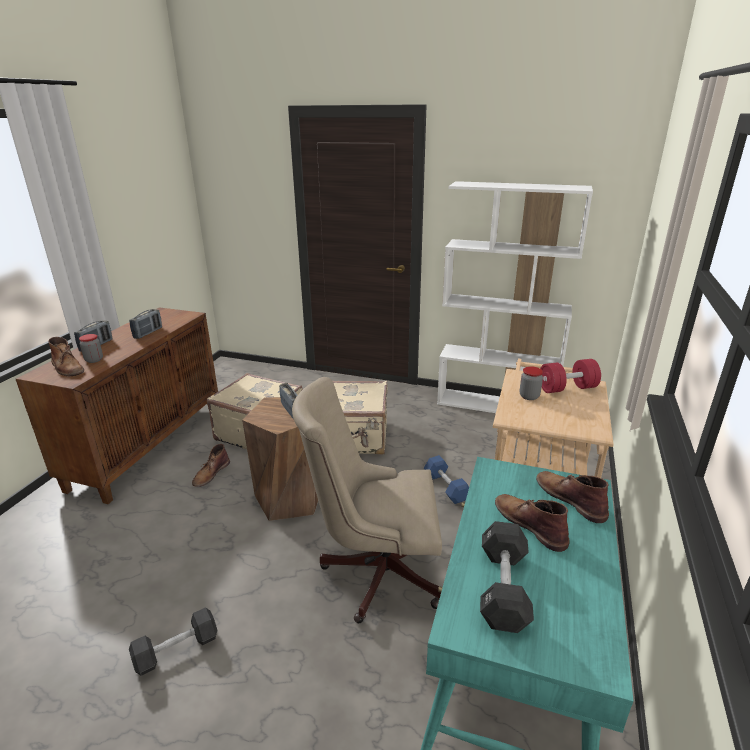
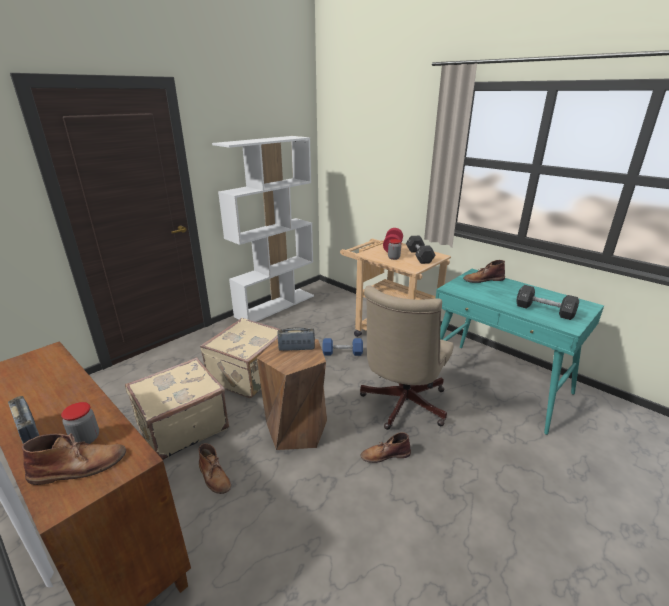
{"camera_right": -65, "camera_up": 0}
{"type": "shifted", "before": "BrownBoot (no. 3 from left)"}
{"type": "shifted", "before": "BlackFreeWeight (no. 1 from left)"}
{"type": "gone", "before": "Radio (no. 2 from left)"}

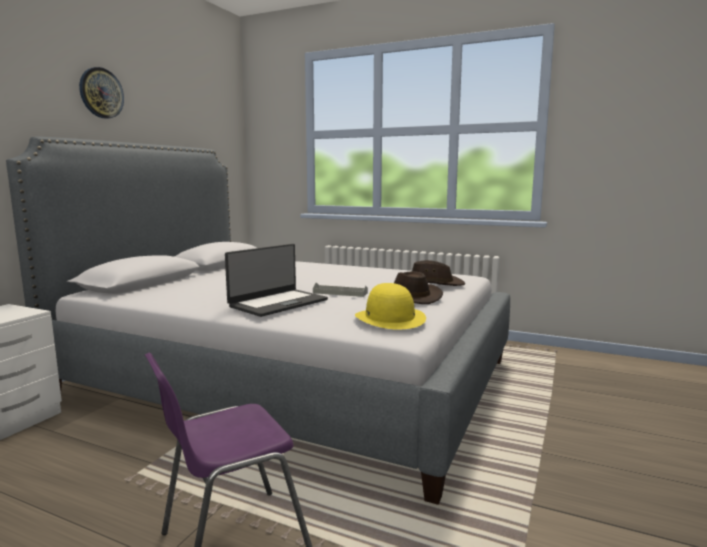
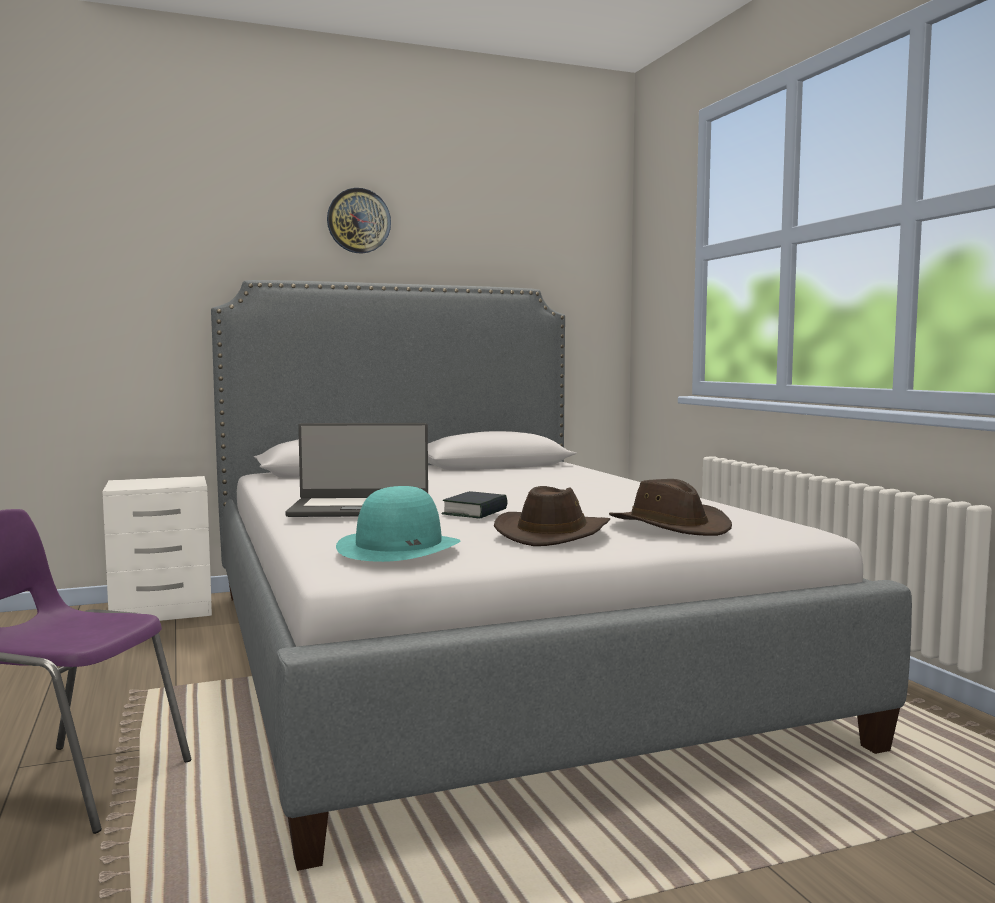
{"camera_right": 45, "camera_up": -5}
{"type": "repainted", "before": "YellowishWearableHat", "after": "TurquoiseWearableHat"}
{"type": "swapped", "before": "GrayCarryingTray", "after": "BoundBook"}

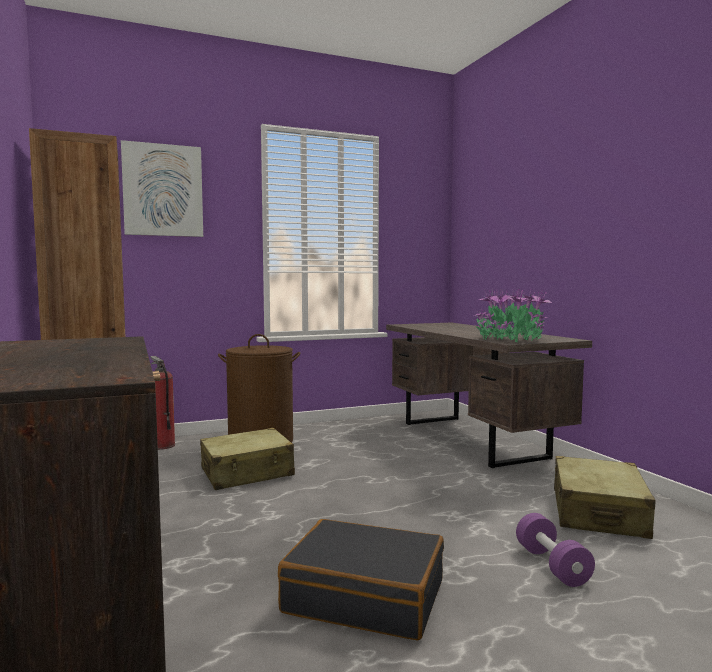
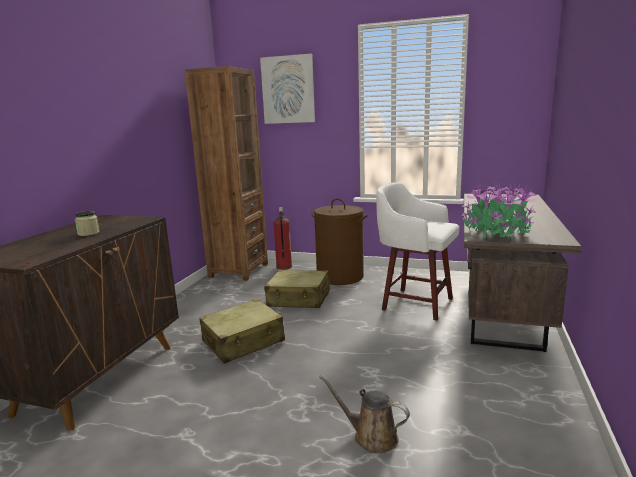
{"camera_right": 40, "camera_up": 10}
{"type": "new", "after": "PreserveJar"}
{"type": "shifted", "before": "BeigeSuitcase (no. 2 from left in the first image)", "after": "BeigeSuitcase (no. 1 from left)"}
{"type": "swapped", "before": "PurplishFreeWeight", "after": "BrownSprinklingCan"}
{"type": "new", "after": "WhiteColouredStool"}
{"type": "gone", "before": "BlackSuitcase"}

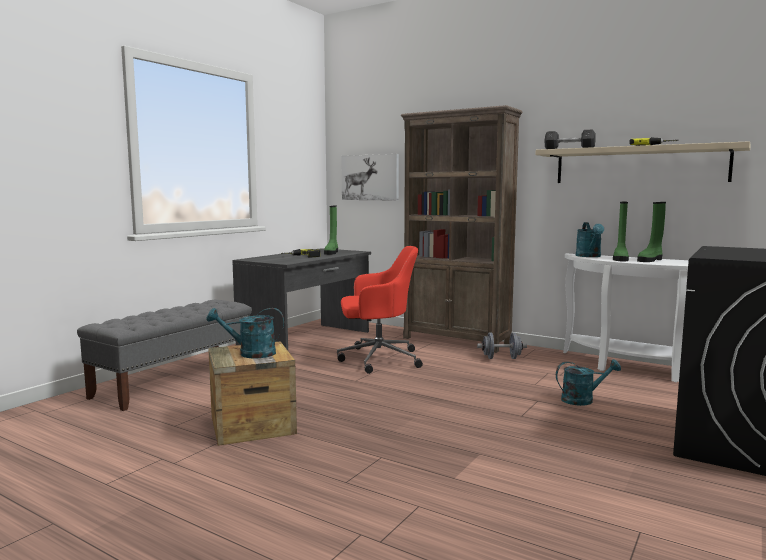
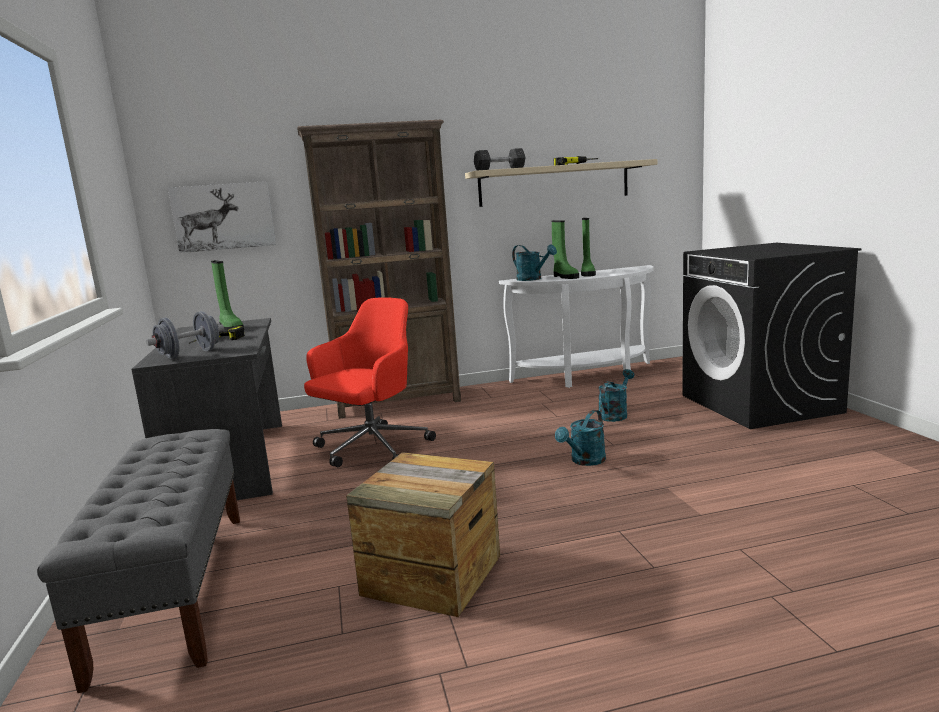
{"camera_right": -45, "camera_up": 5}
{"type": "shifted", "before": "GrayFreeWeight (no. 1 from left)"}
{"type": "shifted", "before": "TurquoiseSprinklingCan (no. 1 from left in the first image)", "after": "TurquoiseSprinklingCan (no. 2 from left)"}

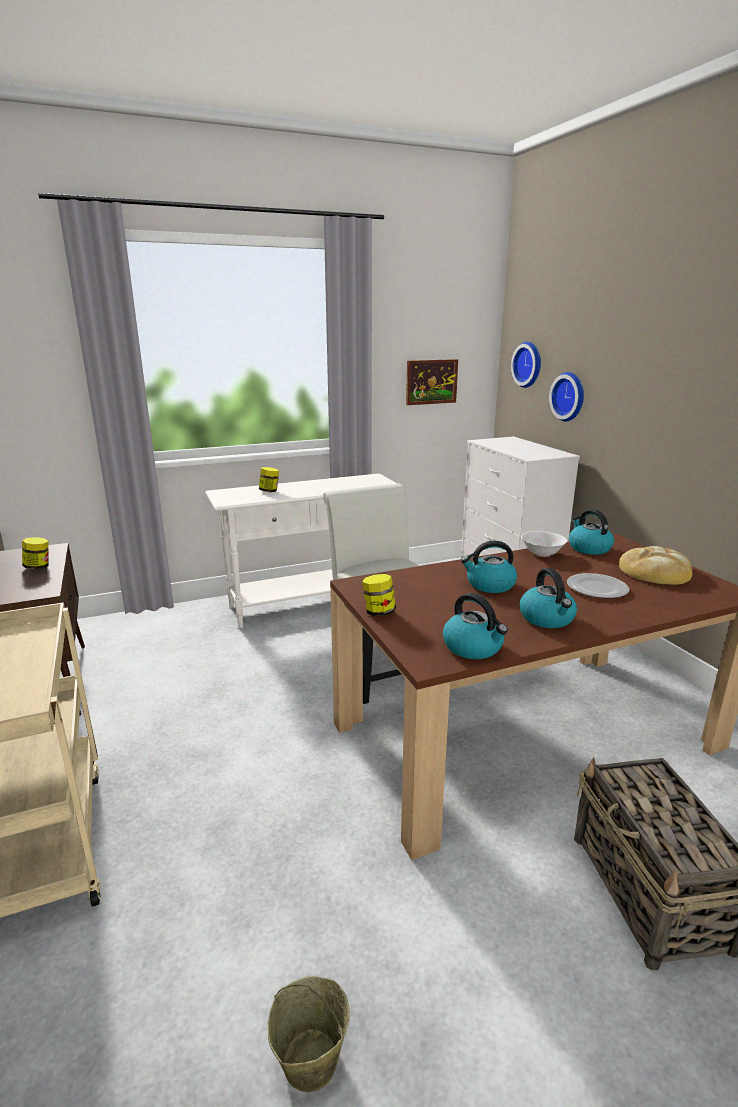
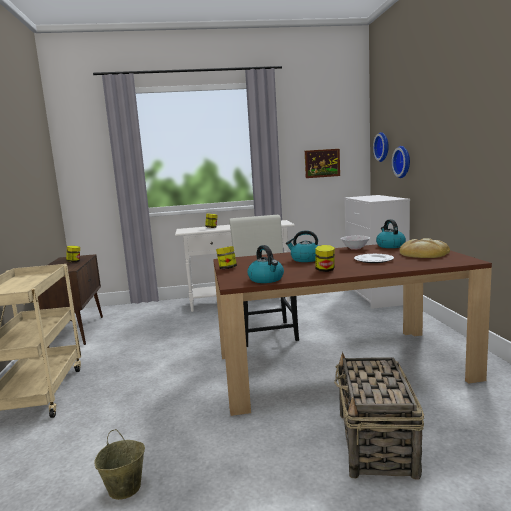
{"camera_right": 15, "camera_up": -10}
{"type": "swapped", "before": "TeaKettle (no. 3 from left)", "after": "PreserveJar (no. 4 from left)"}

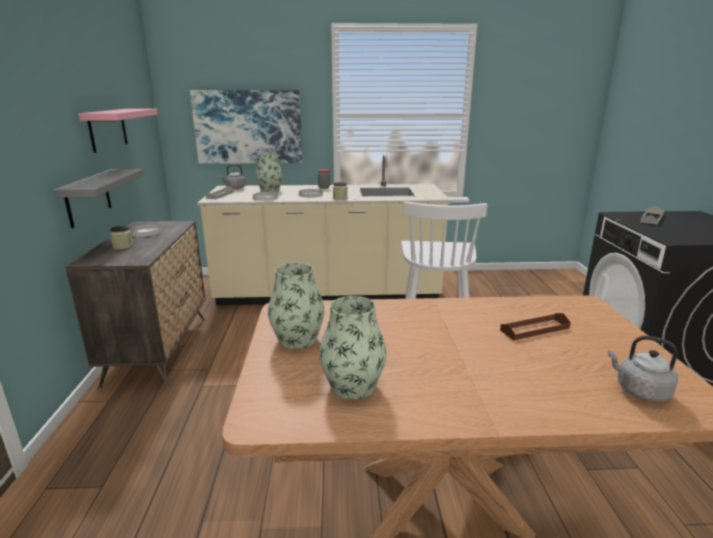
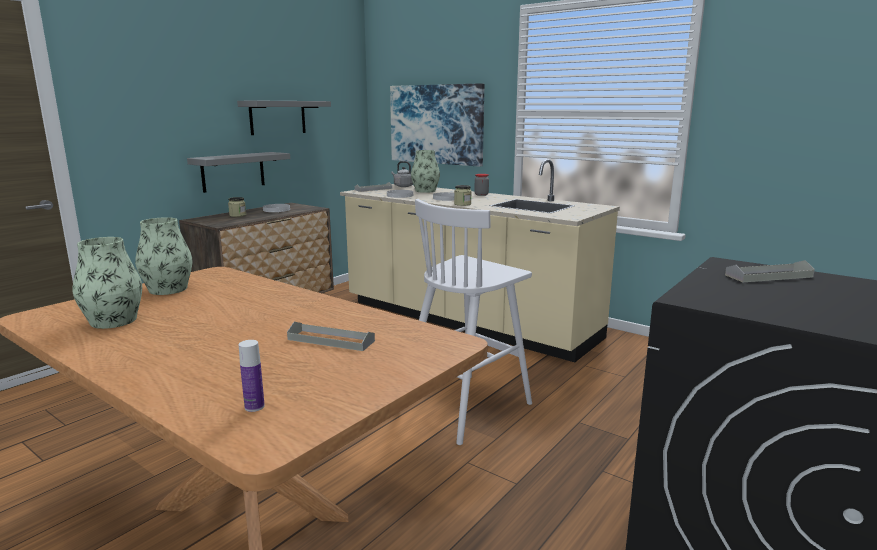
{"camera_right": 40, "camera_up": -5}
{"type": "repainted", "before": "PinkColouredWallShelf", "after": "GrayWallShelf (no. 2 from left)"}
{"type": "swapped", "before": "GrayTeaKettle (no. 2 from left)", "after": "BeverageBottle"}
{"type": "repainted", "before": "BrownCarryingTray", "after": "GrayCarryingTray (no. 1 from left)"}

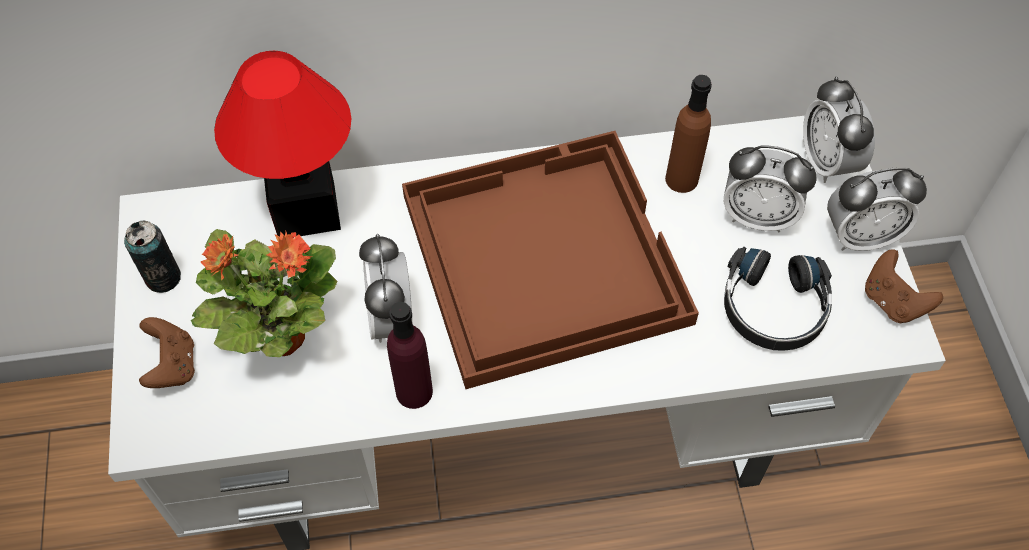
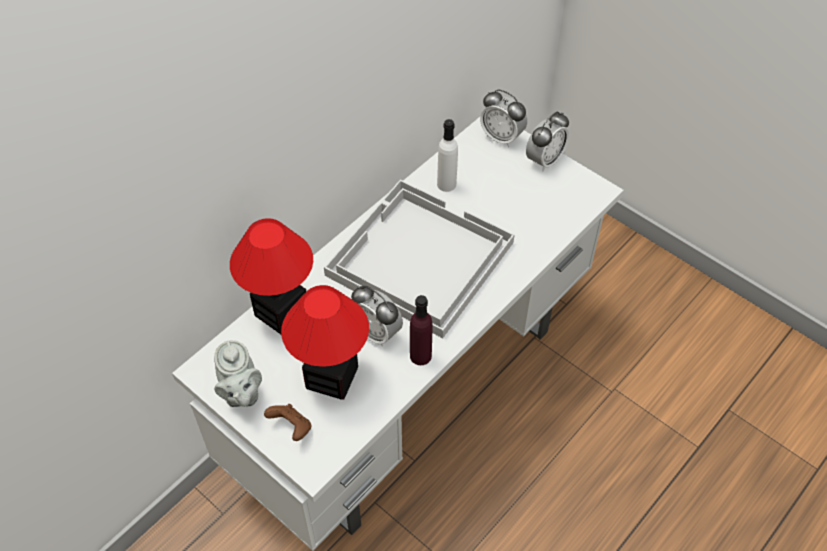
{"camera_right": -40, "camera_up": -5}
{"type": "swapped", "before": "MetalCan", "after": "GrayTeapot"}
{"type": "swapped", "before": "Houseplant", "after": "TableLamp (no. 2 from left)"}
{"type": "repainted", "before": "BrownCarryingTray", "after": "WhiteColouredCarryingTray"}
{"type": "repainted", "before": "BrownBeverageBottle", "after": "WhiteColouredBeverageBottle"}
{"type": "gone", "before": "TableClock (no. 2 from left)"}
{"type": "gone", "before": "BlackHeadset"}
{"type": "gone", "before": "BrownGameController (no. 2 from left)"}

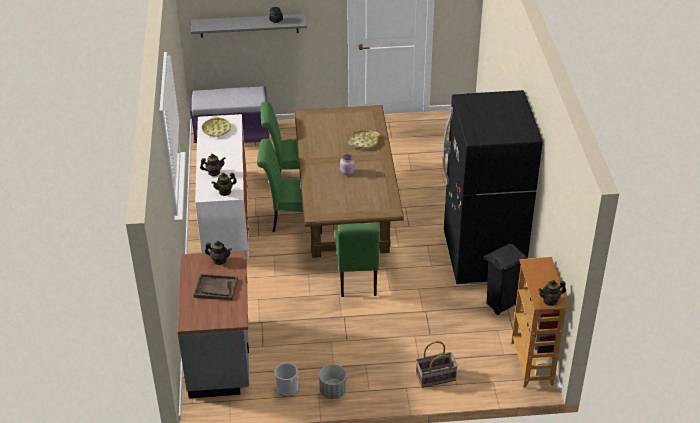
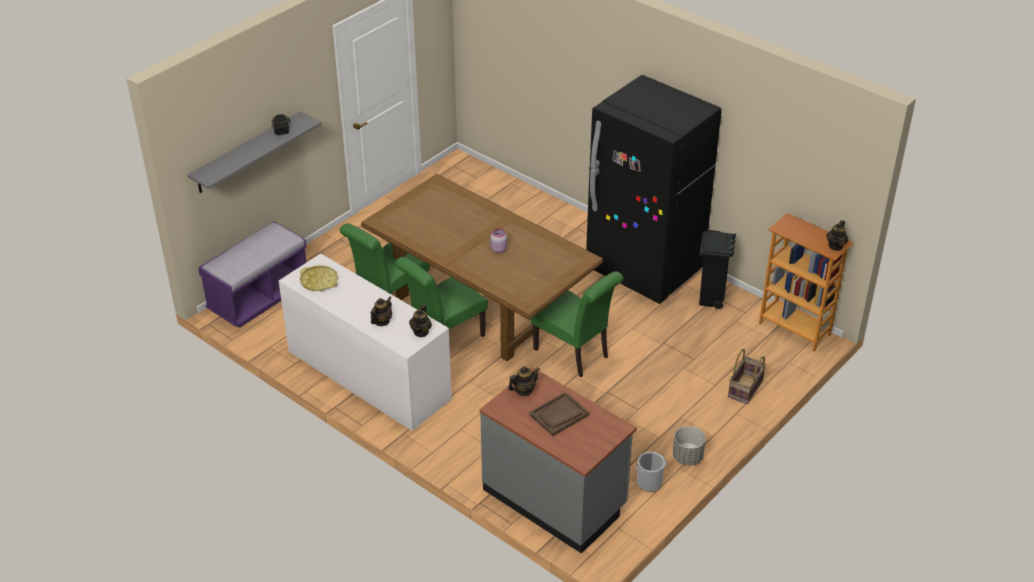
{"camera_right": -45, "camera_up": 0}
{"type": "gone", "before": "YellowishCarryingTray (no. 2 from left)"}

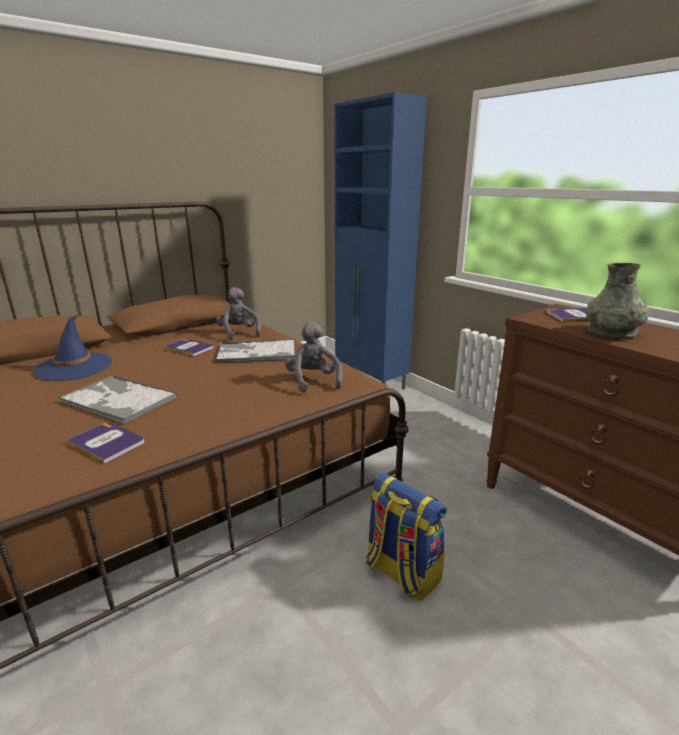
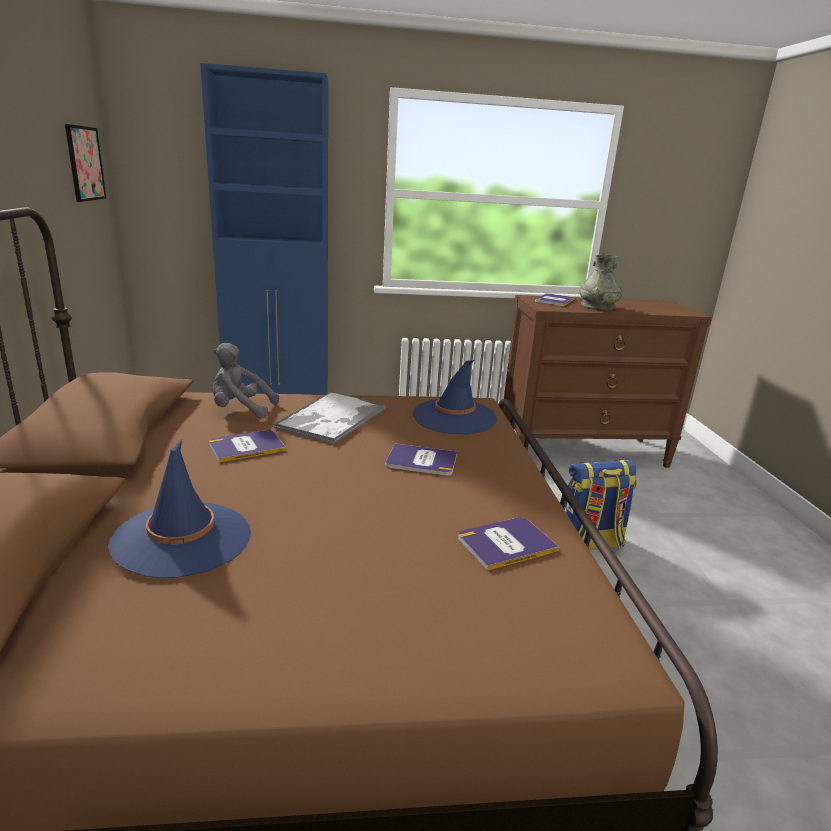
{"camera_right": -60, "camera_up": 0}
{"type": "new", "after": "WallArt"}
{"type": "new", "after": "BoundBook (no. 2 from left)"}
{"type": "swapped", "before": "GraySoftToy (no. 2 from left)", "after": "BlueWearableHat (no. 2 from left)"}
{"type": "gone", "before": "CarryingTray (no. 1 from left)"}

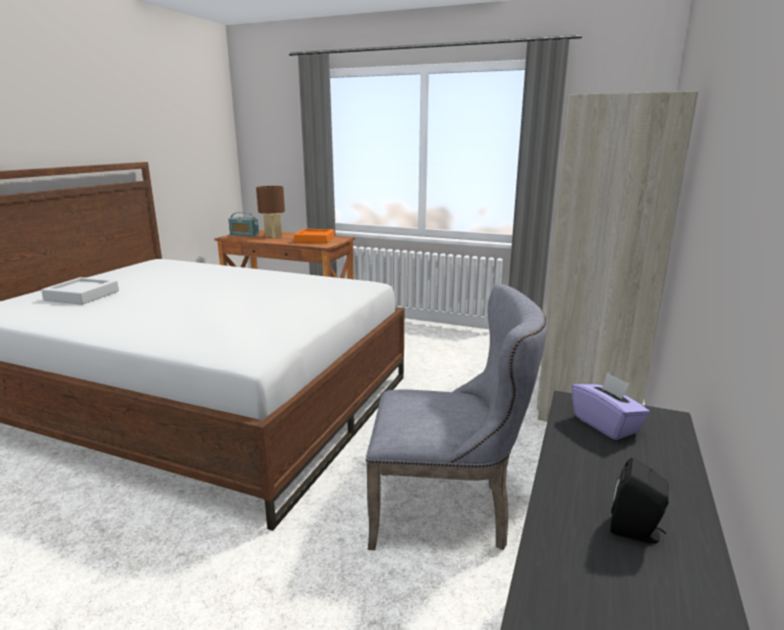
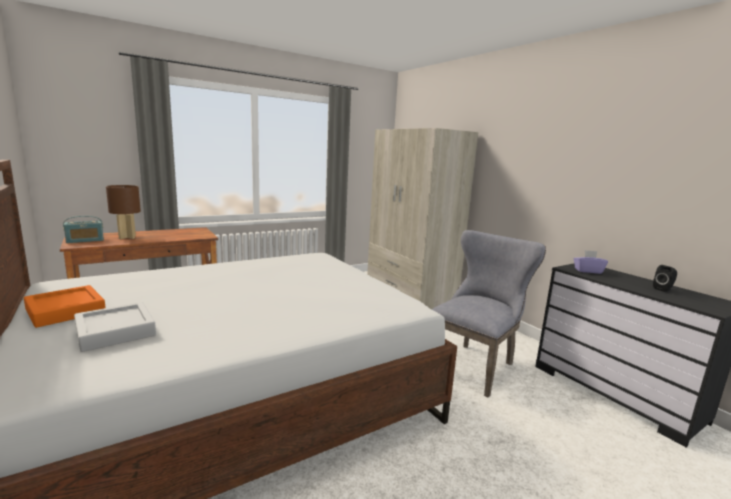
{"camera_right": -55, "camera_up": -5}
{"type": "shifted", "before": "OrangeCarryingTray"}

